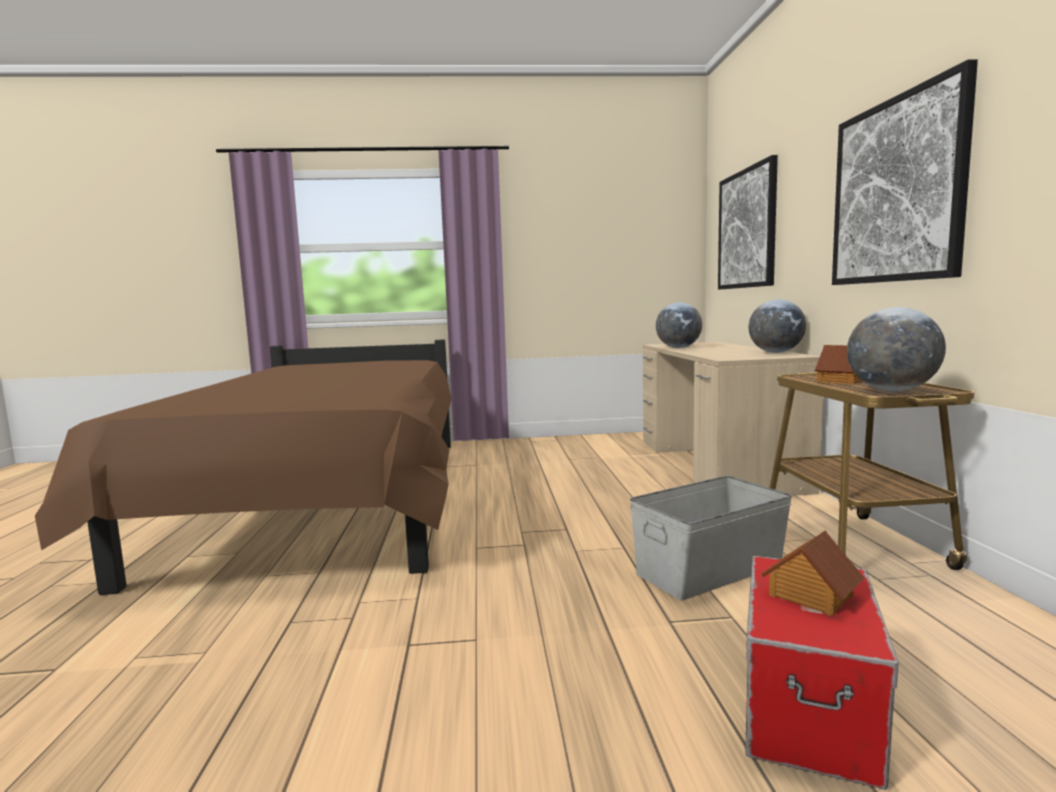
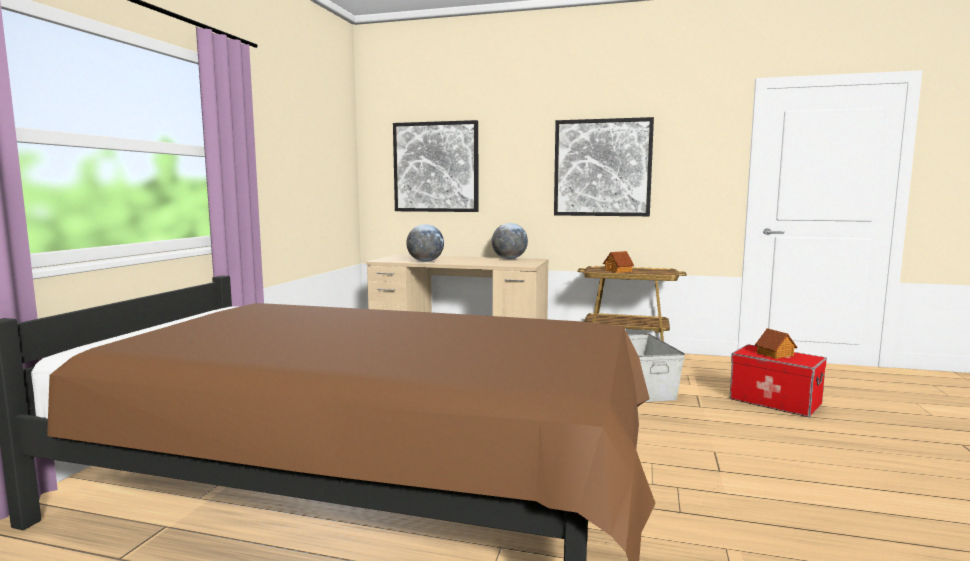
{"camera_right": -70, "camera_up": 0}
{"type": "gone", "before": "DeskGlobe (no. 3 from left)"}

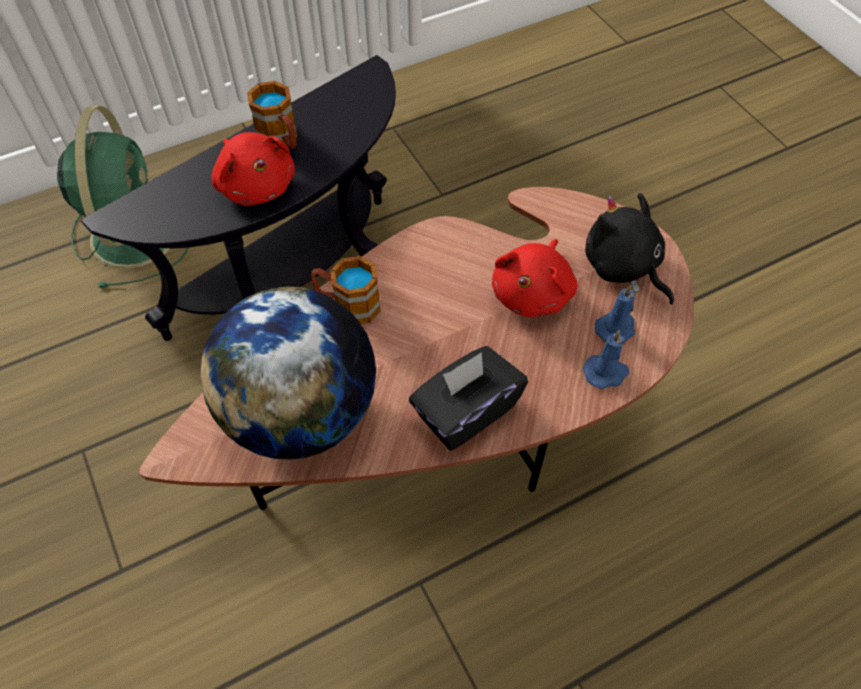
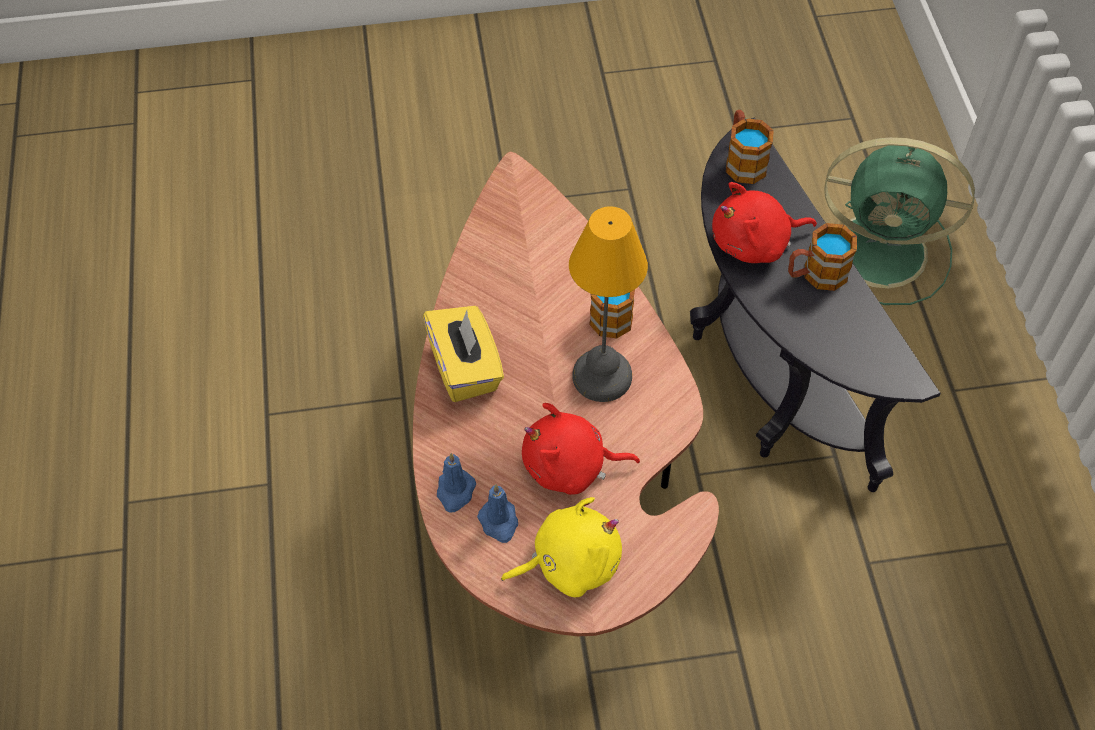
{"camera_right": 110, "camera_up": 0}
{"type": "repainted", "before": "BlackTissueBox", "after": "YellowishTissueBox"}
{"type": "repainted", "before": "BlackSoftToy", "after": "YellowishSoftToy"}
{"type": "rotated", "before": "RedSoftToy (no. 2 from left in the first image)", "turn": -45}
{"type": "new", "after": "TableLamp"}
{"type": "new", "after": "TeaMug (no. 2 from left)"}
{"type": "gone", "before": "DeskGlobe"}

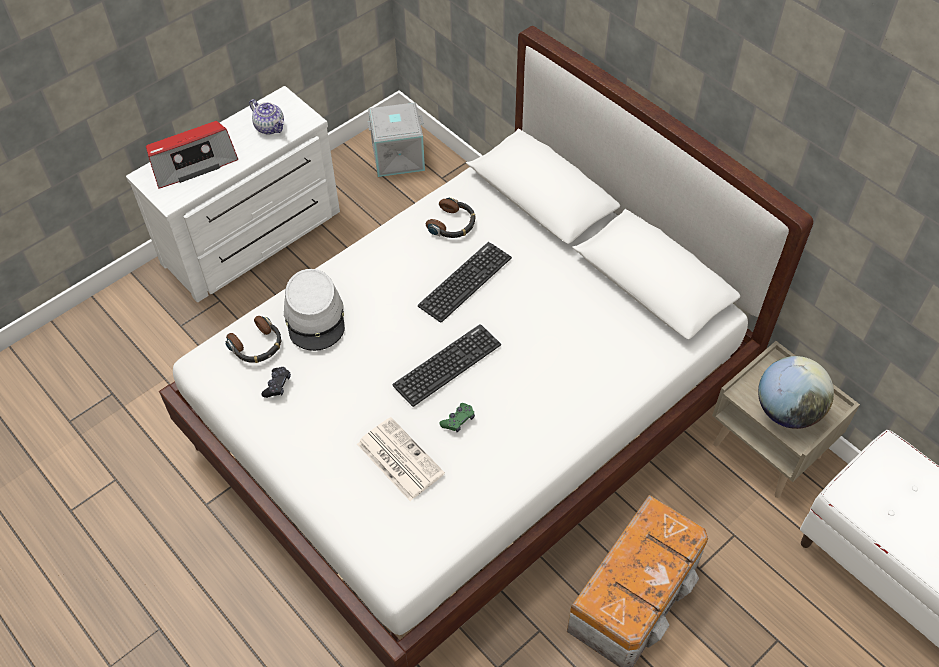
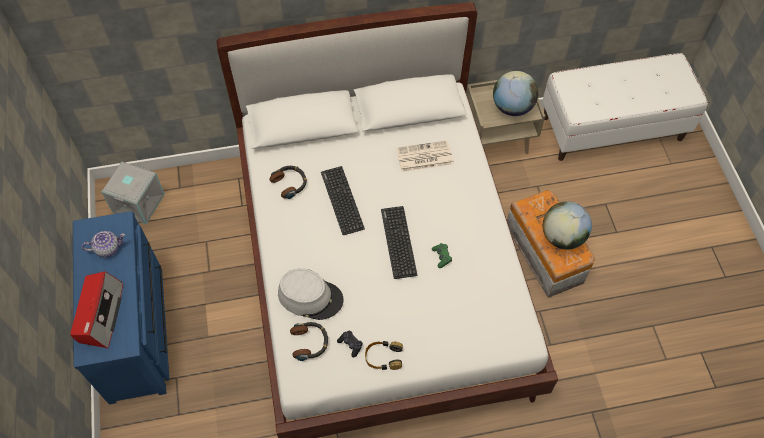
{"camera_right": -60, "camera_up": 5}
{"type": "repainted", "before": "WhiteColouredDrawerChest", "after": "BlueDrawerChest"}
{"type": "new", "after": "Headset (no. 3 from left)"}
{"type": "shifted", "before": "DailyPaper"}
{"type": "new", "after": "DeskGlobe (no. 2 from left)"}

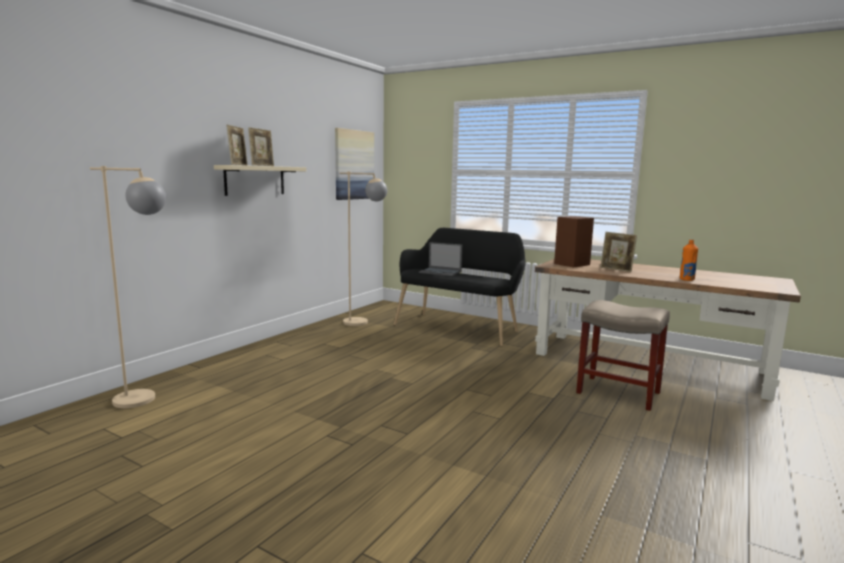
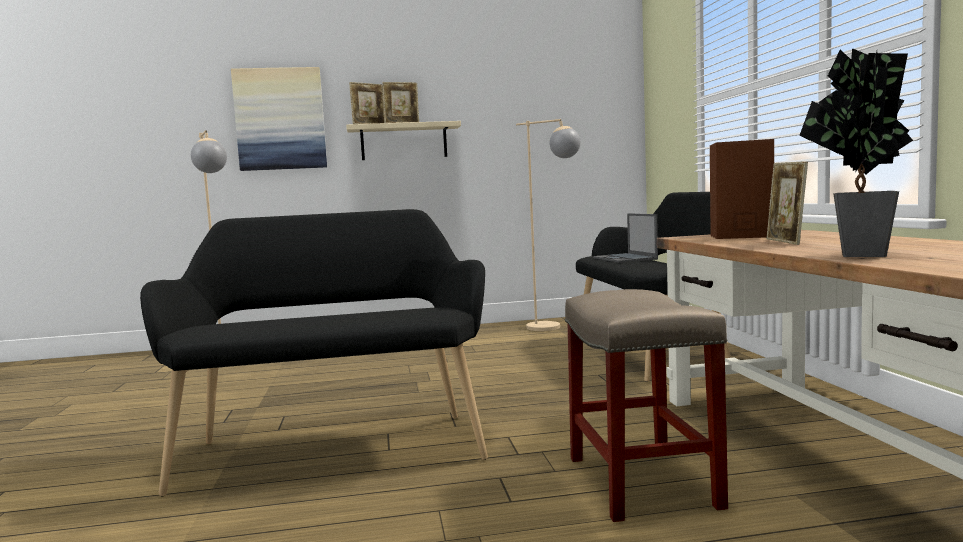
{"camera_right": 50, "camera_up": -5}
{"type": "new", "after": "BlackBench (no. 1 from left)"}
{"type": "shifted", "before": "WallArt"}
{"type": "swapped", "before": "OrangeBeverageBottle", "after": "Houseplant"}

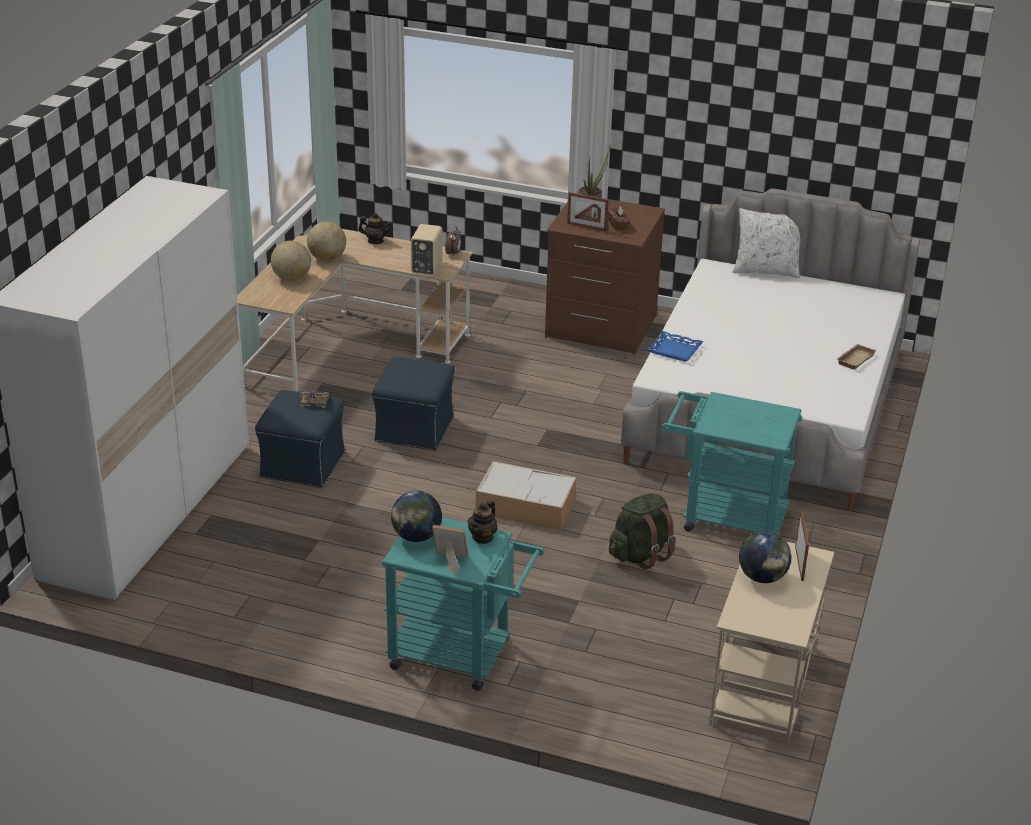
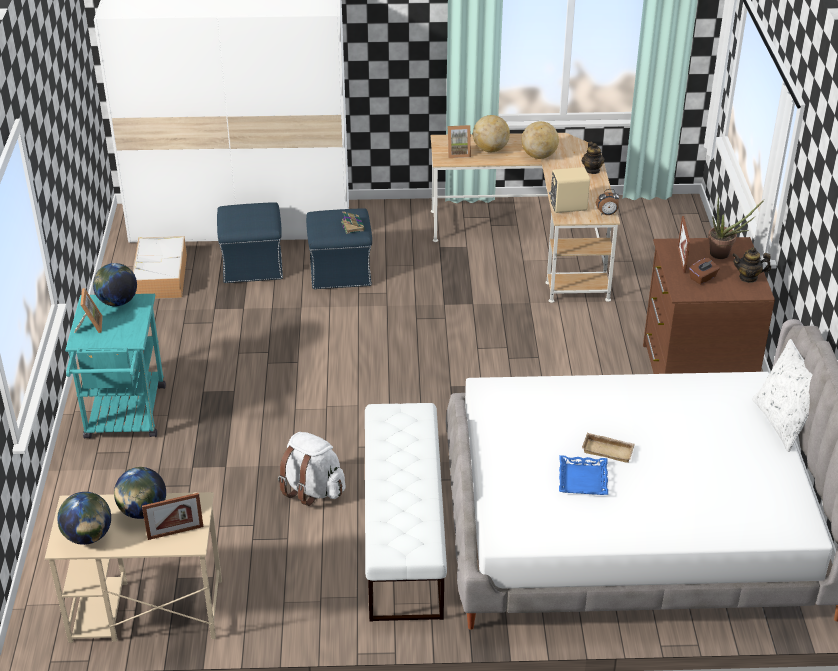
{"camera_right": 70, "camera_up": 5}
{"type": "new", "after": "DeskGlobe (no. 1 from left)"}
{"type": "shifted", "before": "StorageBin"}
{"type": "shifted", "before": "BluePouffe (no. 2 from left in the first image)", "after": "BluePouffe (no. 1 from left)"}
{"type": "repainted", "before": "GreenRucksack", "after": "WhiteColouredRucksack"}
{"type": "swapped", "before": "TurquoiseWheeledCart (no. 2 from left)", "after": "WhiteColouredBench"}
{"type": "new", "after": "StandingFrame (no. 3 from left)"}
{"type": "shifted", "before": "BlueCarryingTray"}
{"type": "shifted", "before": "BeigeCarryingTray"}
{"type": "shifted", "before": "Teapot (no. 2 from left)"}

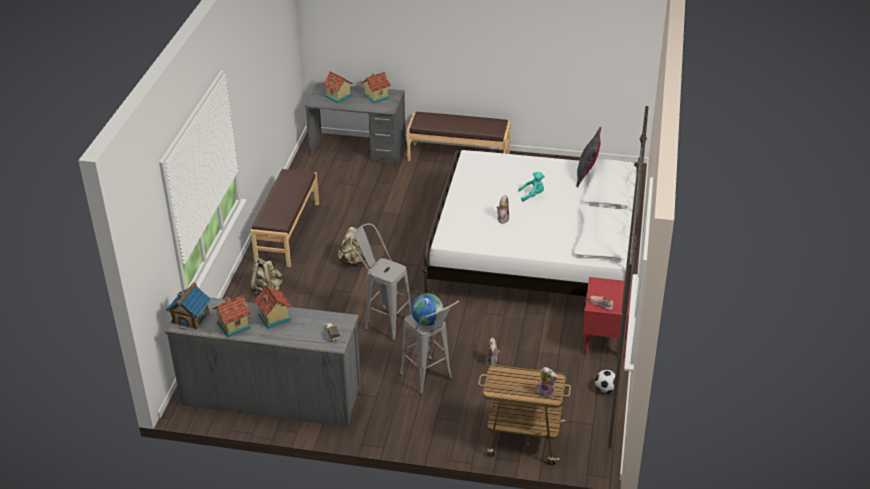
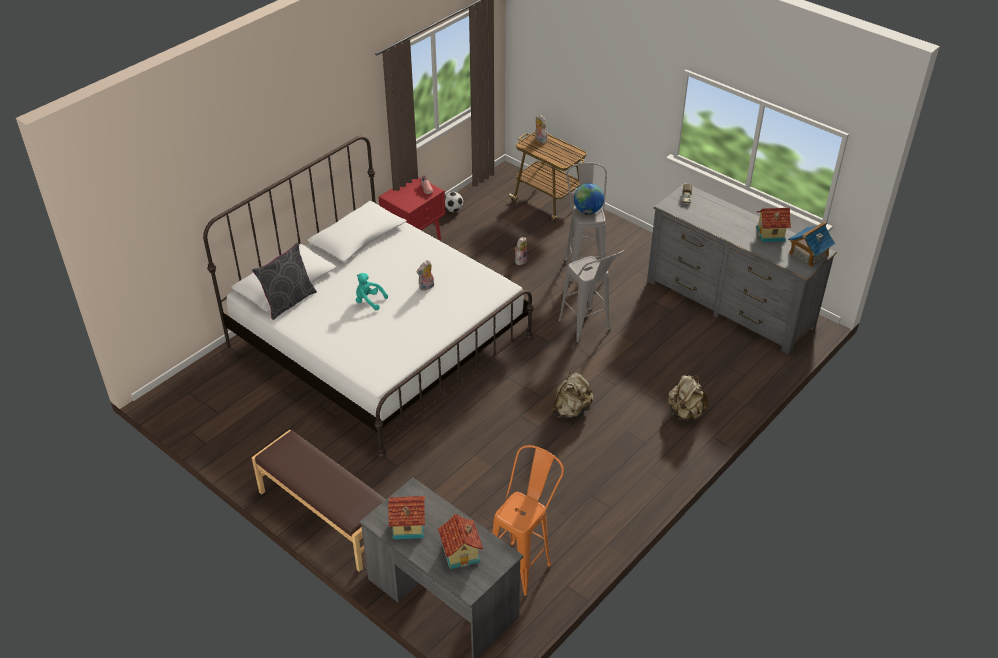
{"camera_right": -150, "camera_up": 5}
{"type": "new", "after": "OrangeStool"}
{"type": "gone", "before": "BrownBench (no. 1 from left)"}
{"type": "gone", "before": "ToyHouse (no. 3 from left)"}

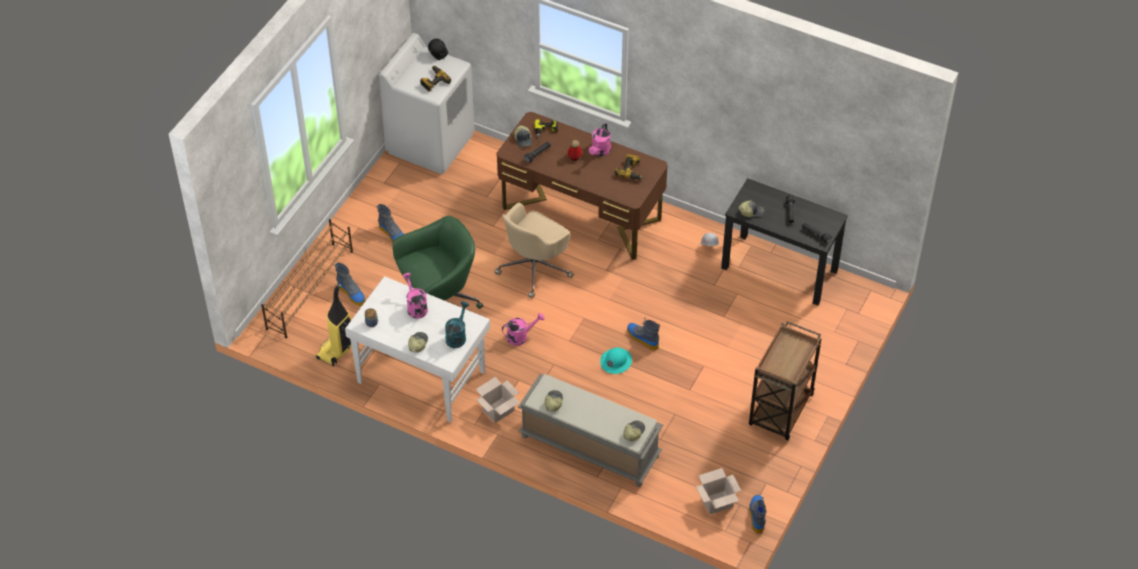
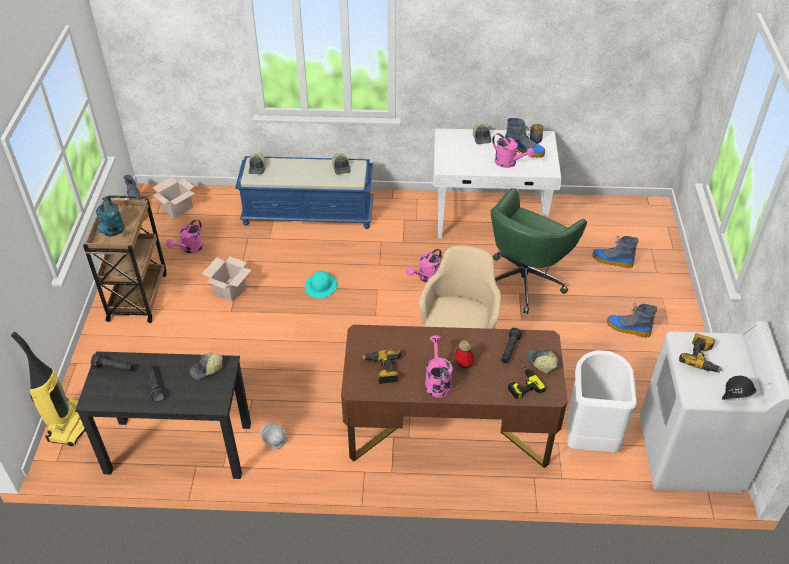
{"camera_right": 155, "camera_up": -5}
{"type": "shifted", "before": "Hoover"}
{"type": "shifted", "before": "TurquoiseSprinklingCan"}
{"type": "new", "after": "PinkColouredSprinklingCan (no. 1 from left)"}
{"type": "shifted", "before": "PackingBox (no. 1 from left in the first image)", "after": "PackingBox (no. 2 from left)"}
{"type": "repainted", "before": "GrayBench", "after": "BlueBench"}
{"type": "shifted", "before": "Boot (no. 3 from left in the first image)", "after": "Boot (no. 2 from left)"}
{"type": "new", "after": "WhiteColouredTrashCan"}
{"type": "gone", "before": "BrownShoeShelf"}

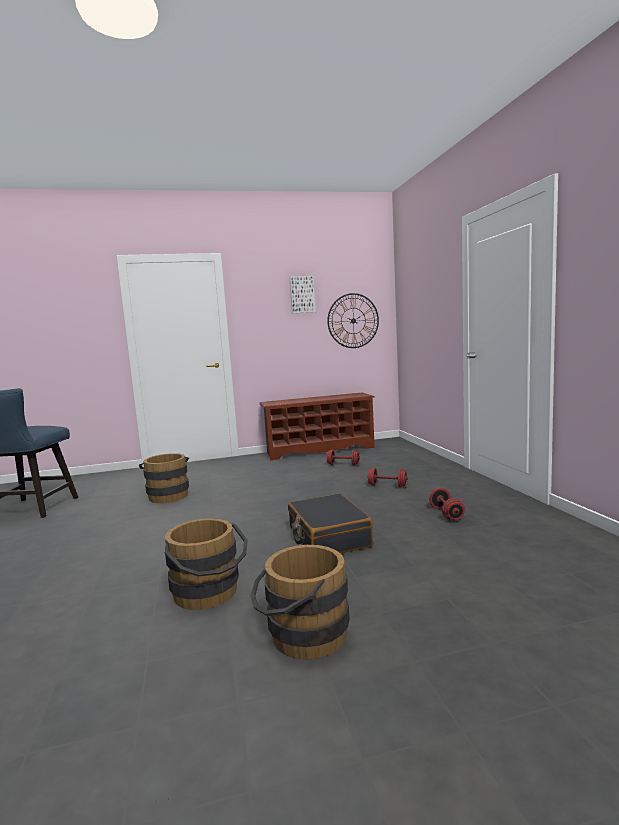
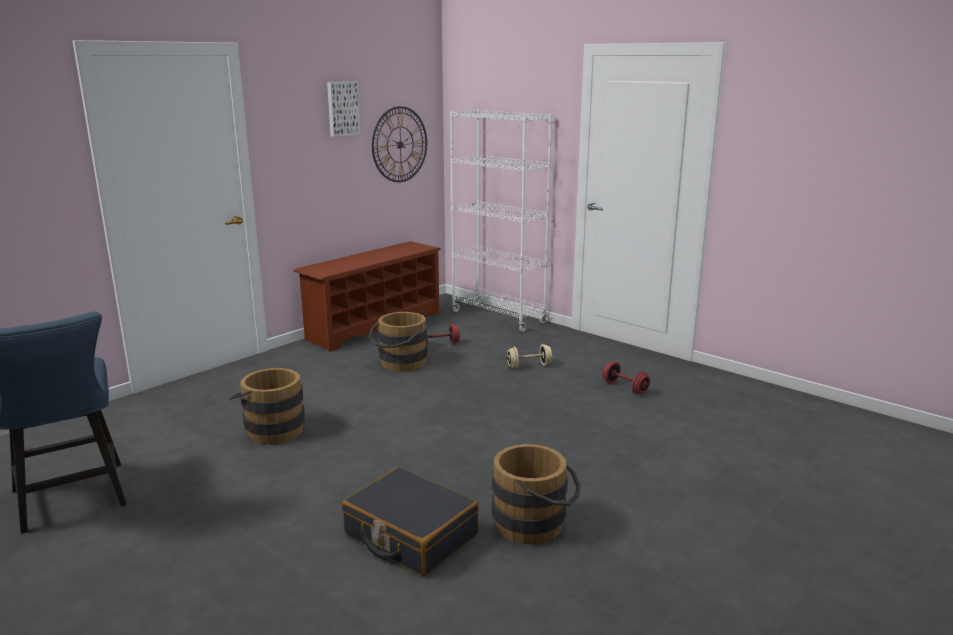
{"camera_right": -35, "camera_up": 10}
{"type": "shifted", "before": "BlackSuitcase"}
{"type": "shifted", "before": "BrownWaterBucket (no. 3 from left in the first image)", "after": "BrownWaterBucket (no. 2 from left)"}
{"type": "new", "after": "WhiteColouredBookshelf"}
{"type": "repainted", "before": "RedFreeWeight (no. 2 from left)", "after": "BeigeFreeWeight"}

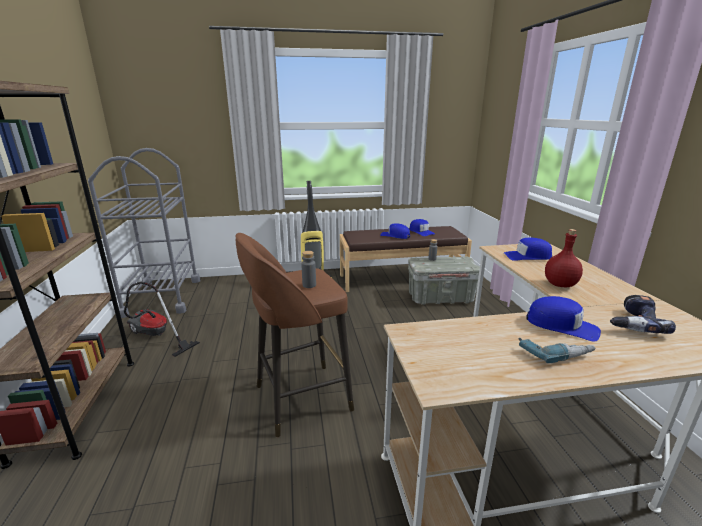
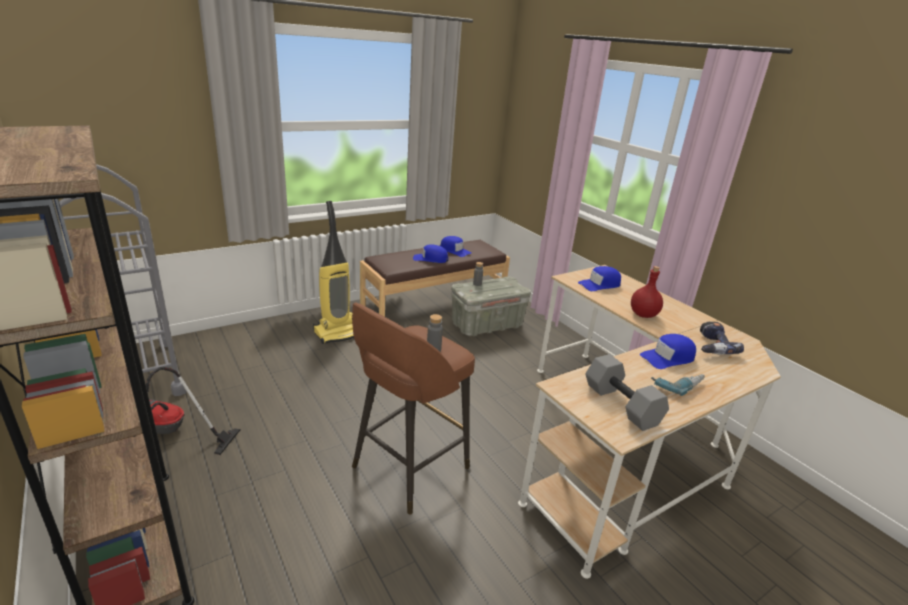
{"camera_right": -25, "camera_up": 5}
{"type": "new", "after": "GrayFreeWeight"}
{"type": "rotated", "before": "BlueBaseballCap (no. 4 from left)", "turn": 150}

